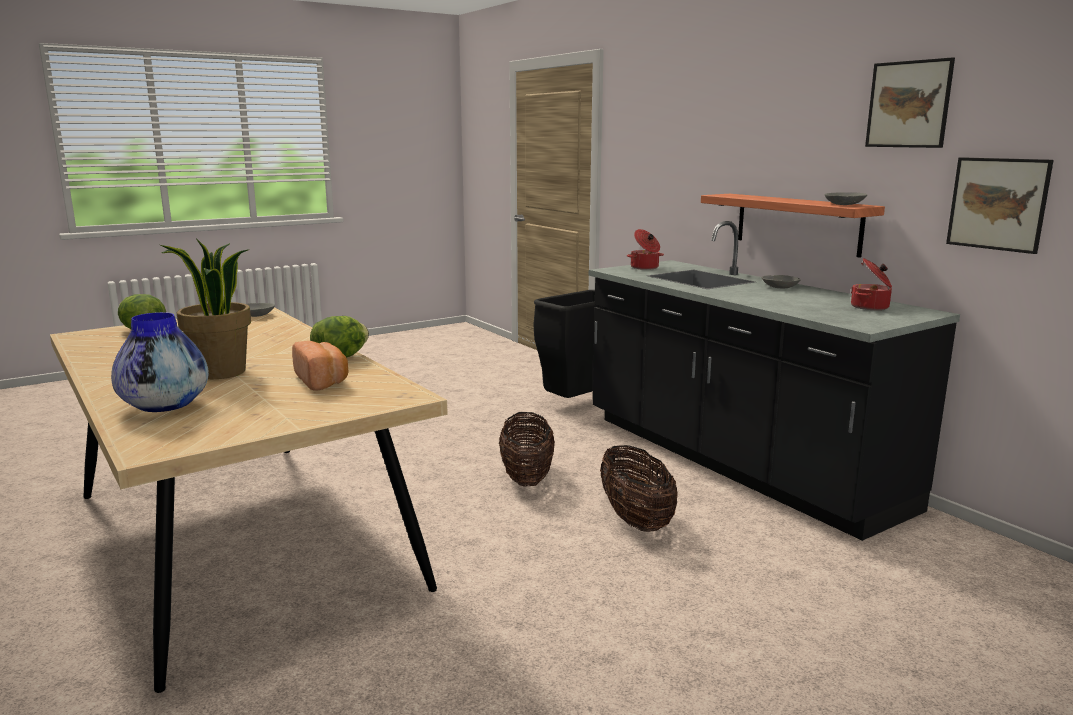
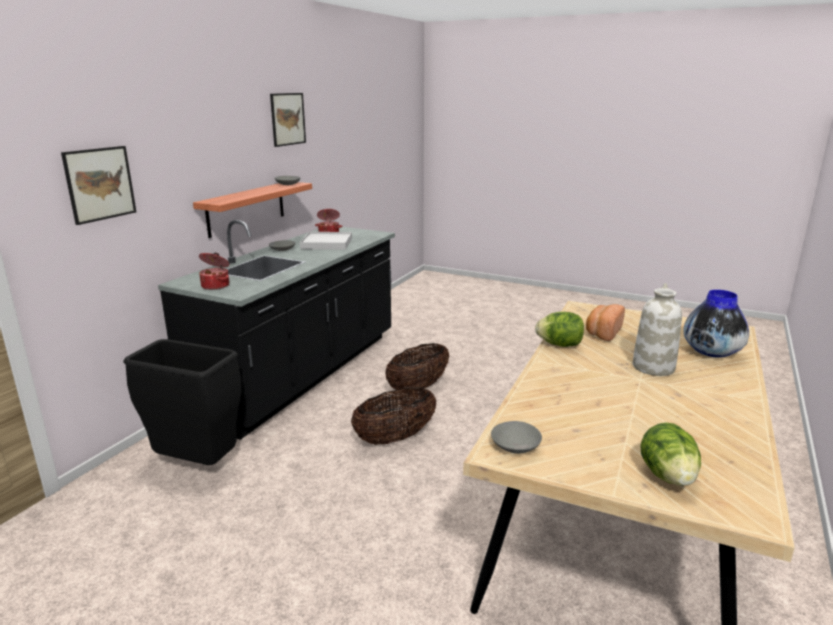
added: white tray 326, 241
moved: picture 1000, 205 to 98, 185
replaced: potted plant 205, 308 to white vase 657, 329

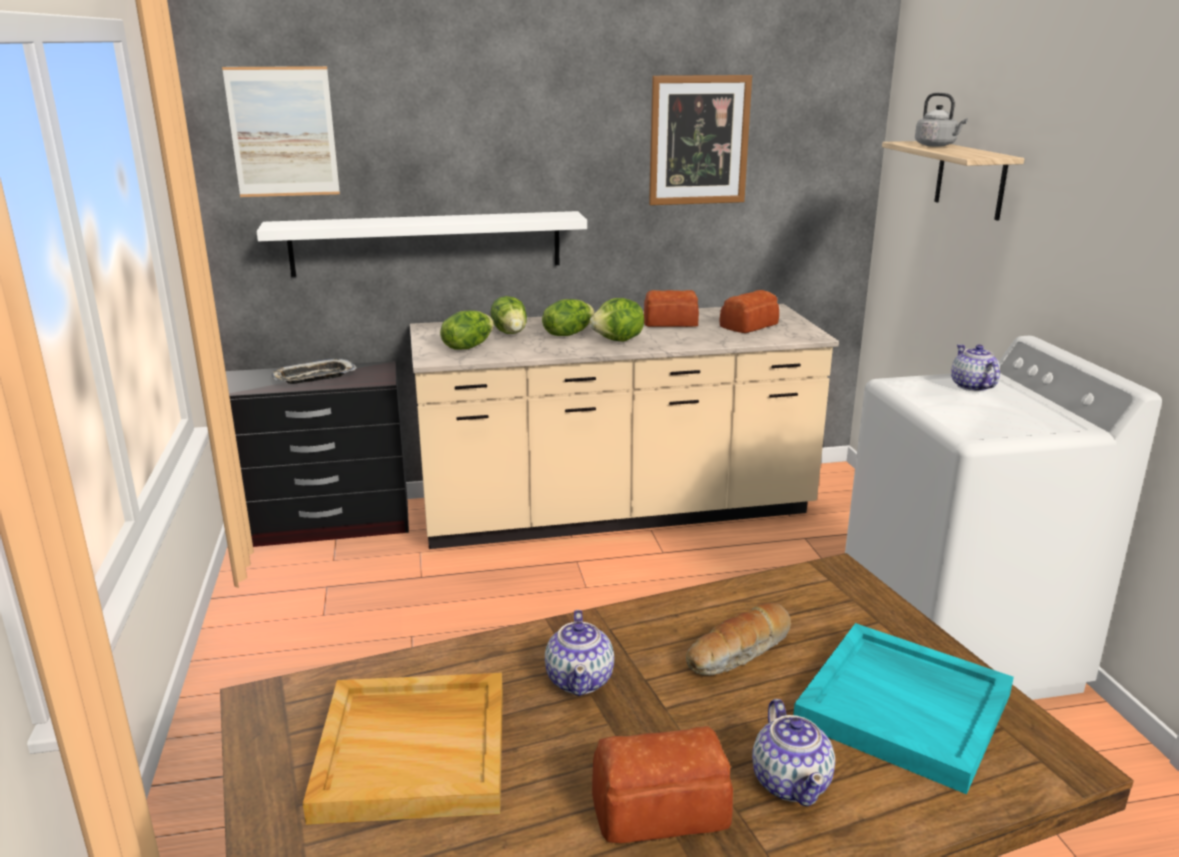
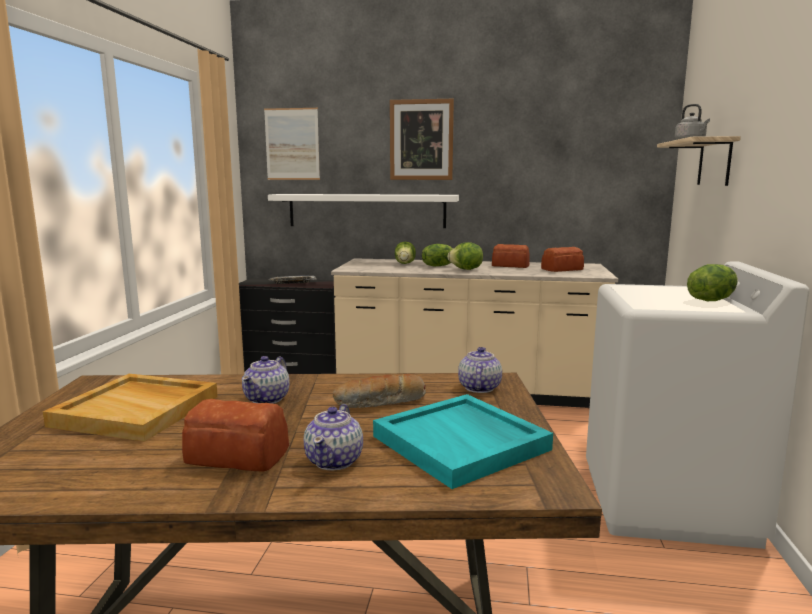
moved: lettuce 467, 330 to 712, 282; picture 700, 140 to 422, 139; teapot 975, 368 to 480, 370

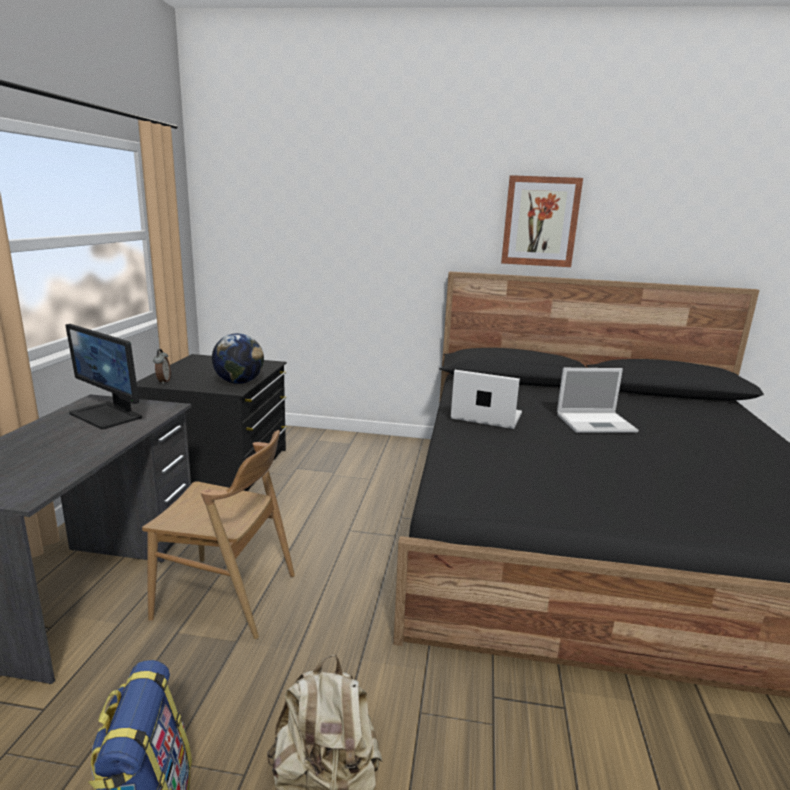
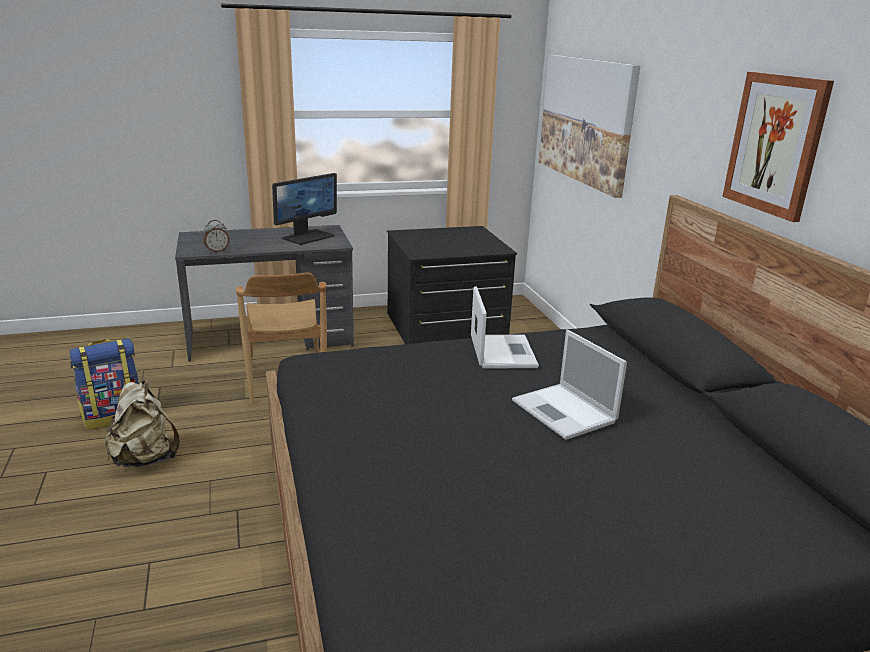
removed: globe 238, 358
added: picture 589, 126
moved: alarm clock 162, 366 to 216, 236
turned: monitor 103, 376 = 304, 209 150 degrees counterclockwise

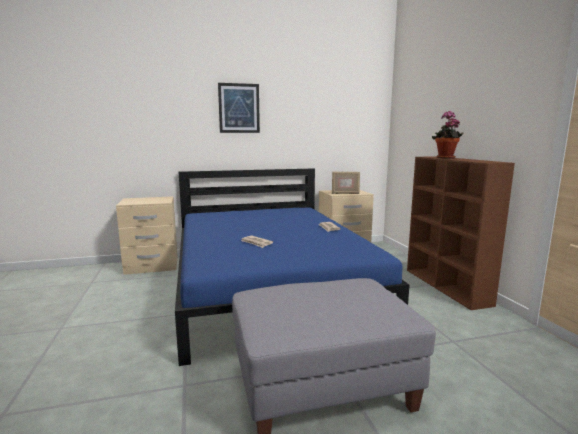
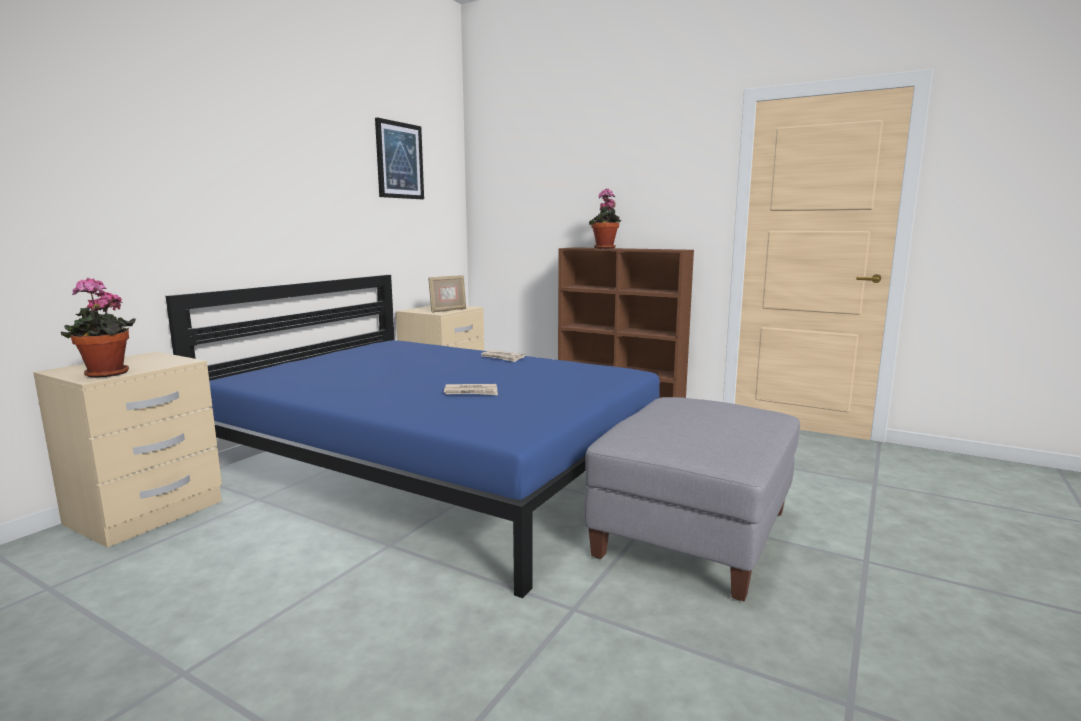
added: potted plant 98, 327
moved: picture 239, 108 to 399, 158

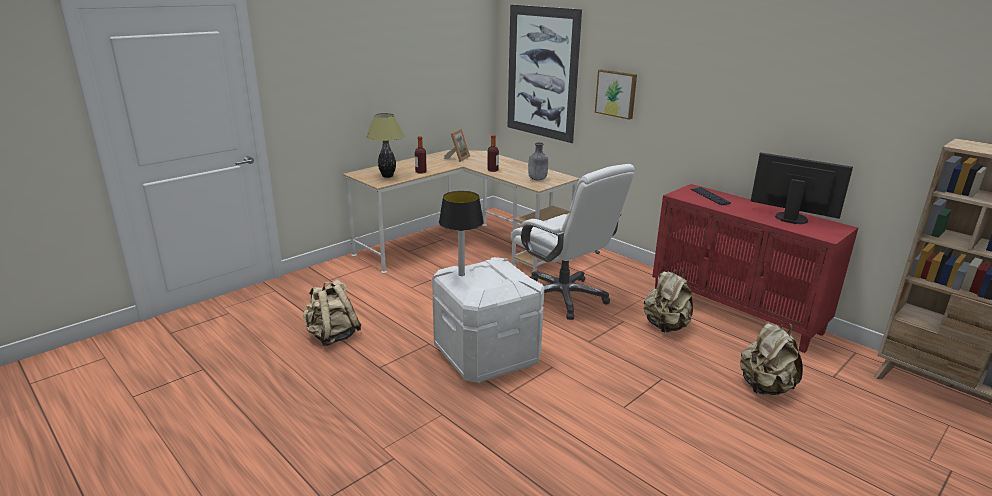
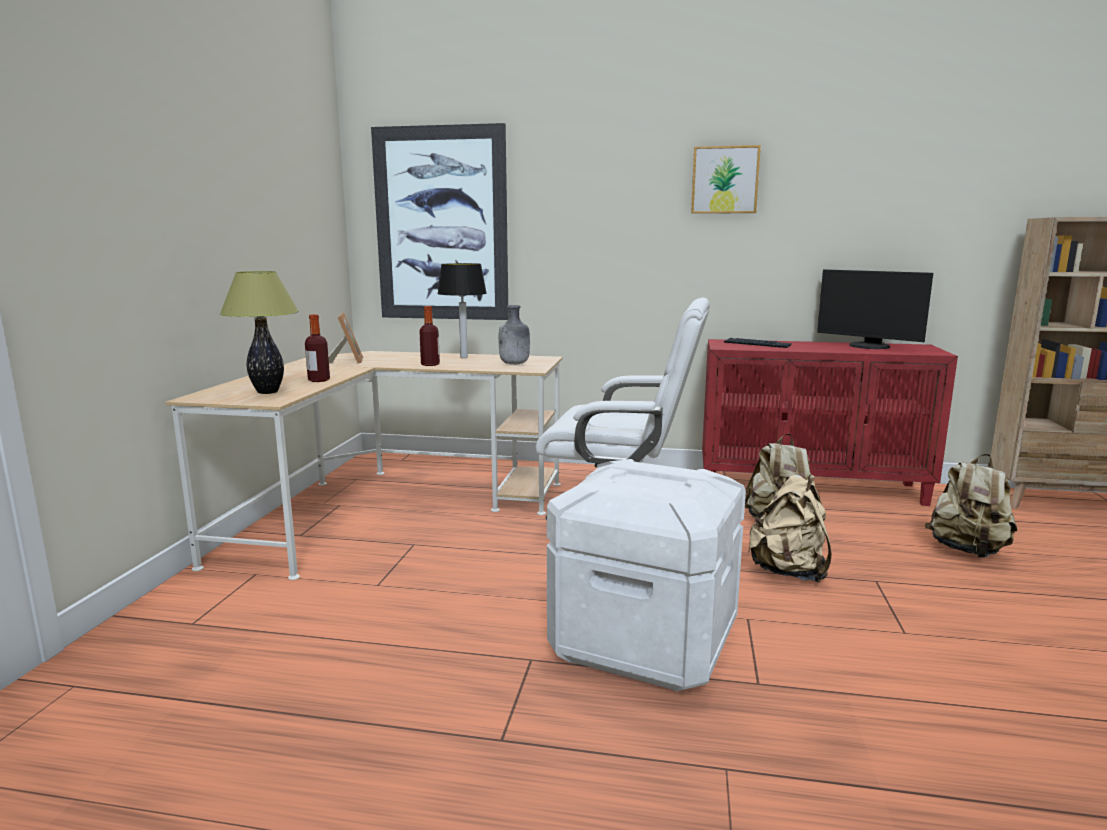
moved: beige backpack 332, 312 to 789, 528; table lamp 461, 233 to 462, 310; picture 616, 94 to 726, 179
turned: monitor 802, 188 = 875, 309 135 degrees counterclockwise

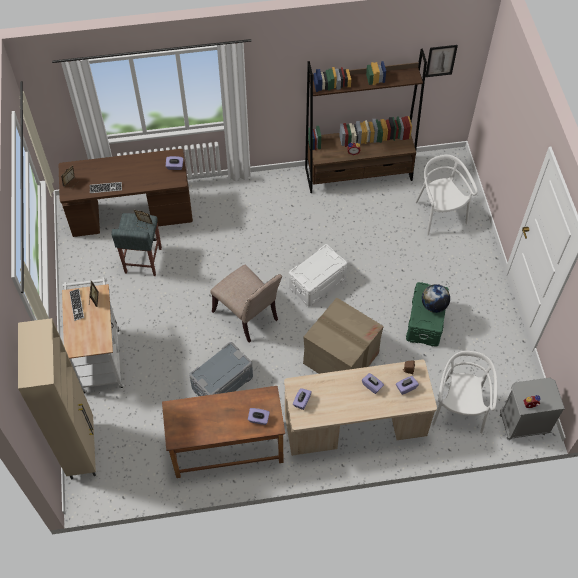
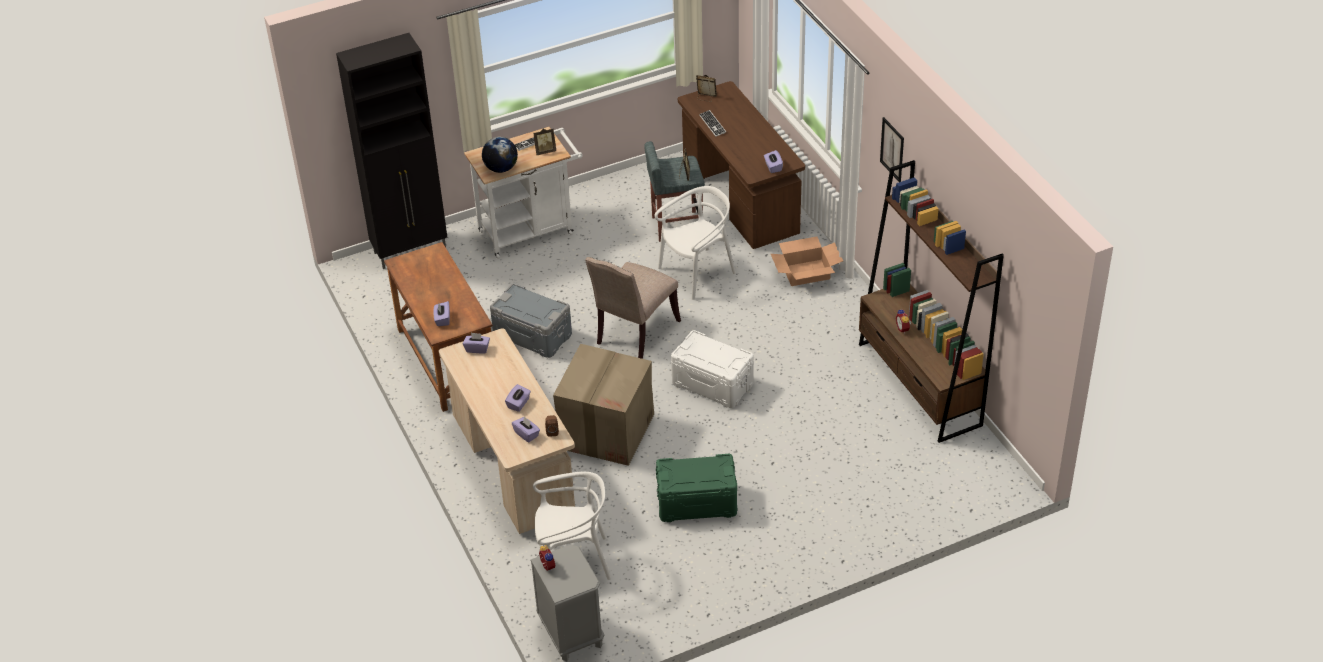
added: cardboard box 807, 261
moved: white chair 446, 194 to 695, 243; globe 436, 298 to 500, 155; picture 441, 61 to 892, 149
recoloured: beige cabinet 57, 399 to black cabinet 392, 151

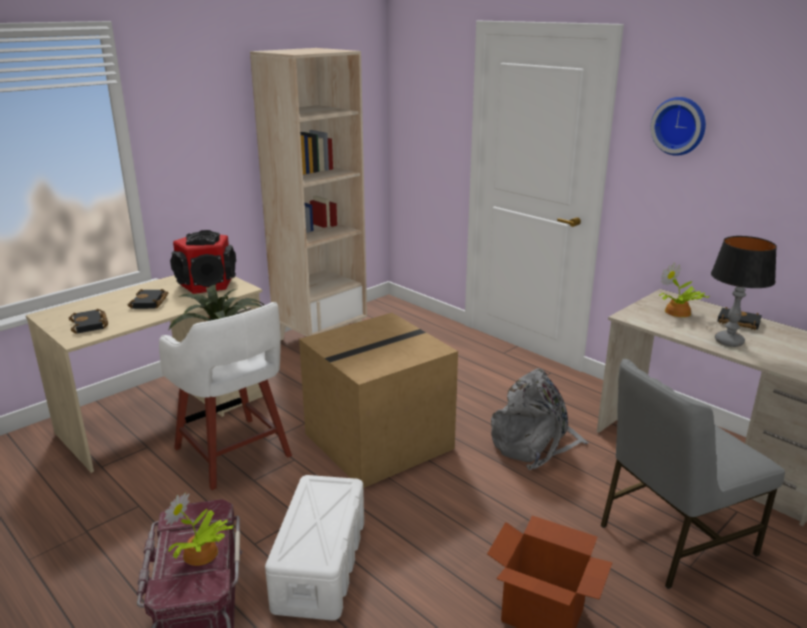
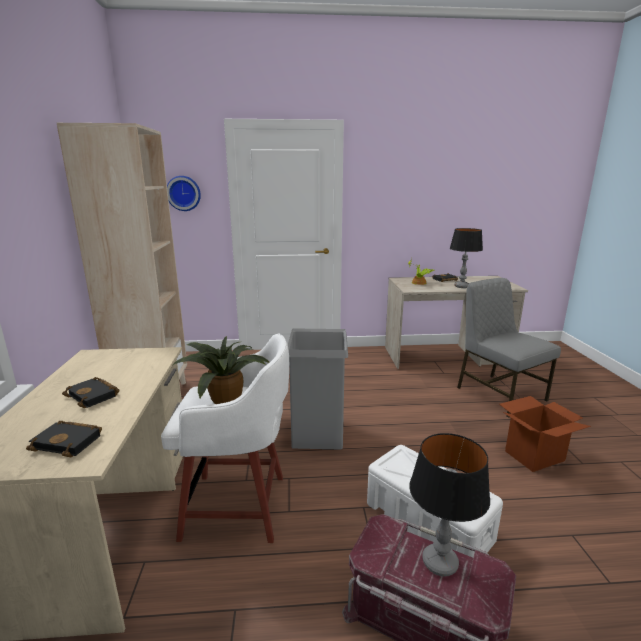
removed: speaker 203, 262; grey backpack 540, 419
moved: wall clock 678, 126 to 184, 193
replaced: potted plant 199, 529 to table lamp 449, 505; cardboard box 378, 400 to grey trash can 318, 389
turned: grey chair 692, 474 = 509, 348 135 degrees clockwise

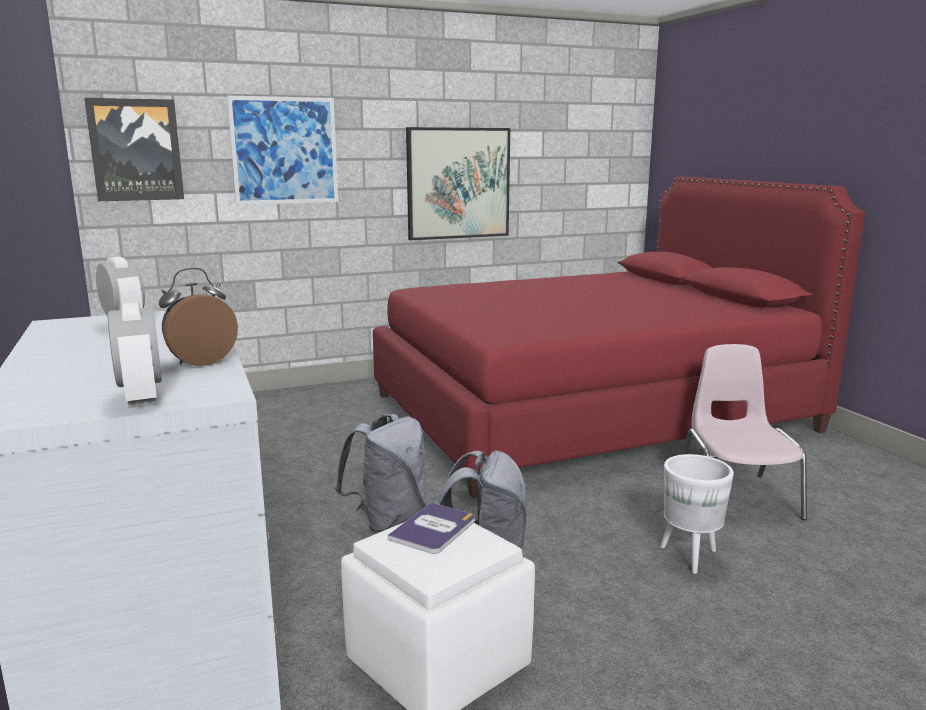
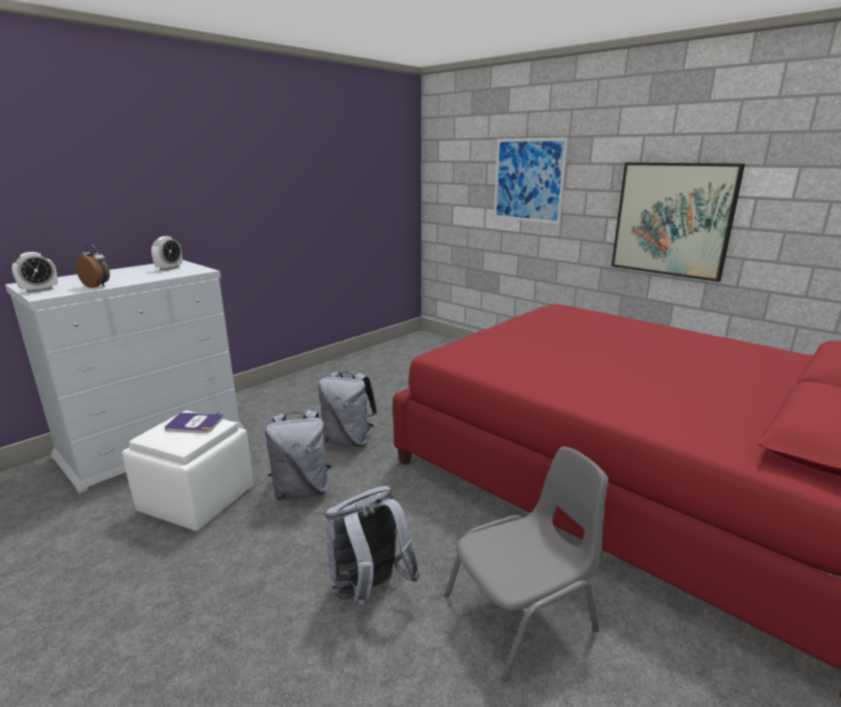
removed: picture 134, 149
replaced: white planter 697, 514 to grey backpack 372, 548
recoloured: pink chair 745, 432 to grey chair 526, 564

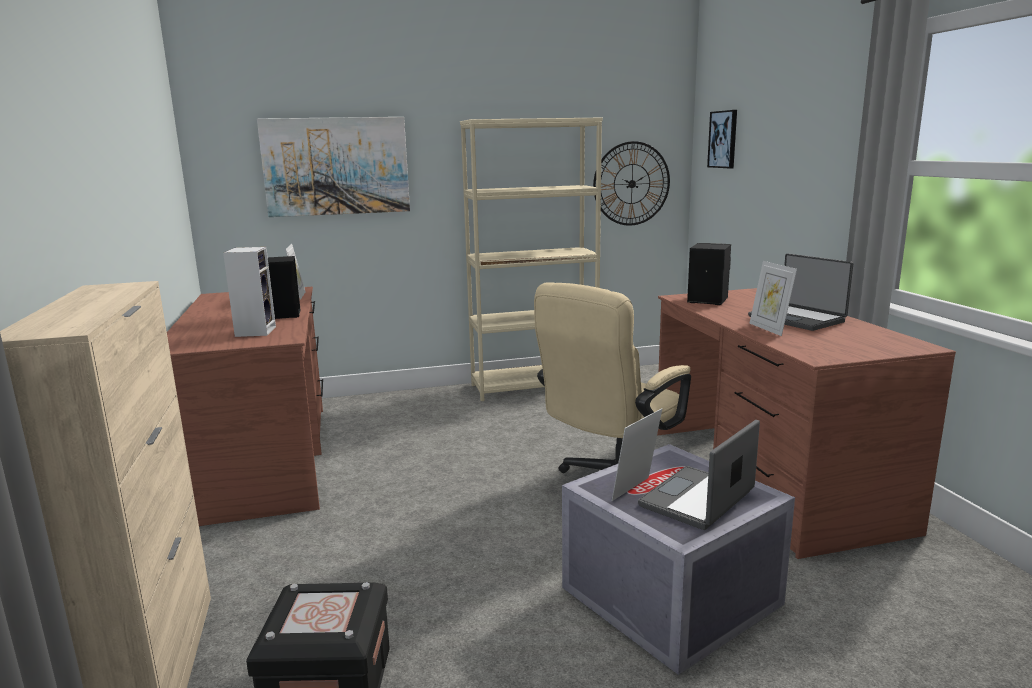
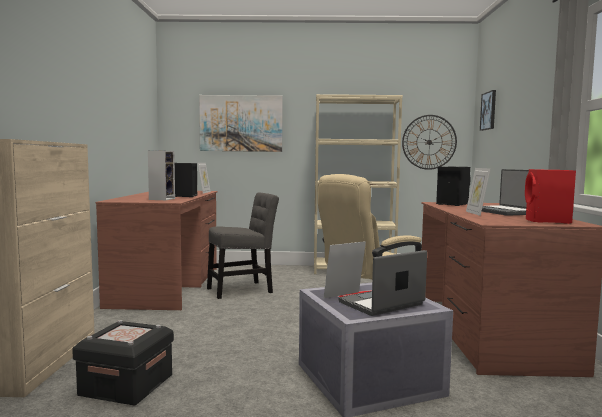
added: grey chair 243, 245; red speaker 550, 196

